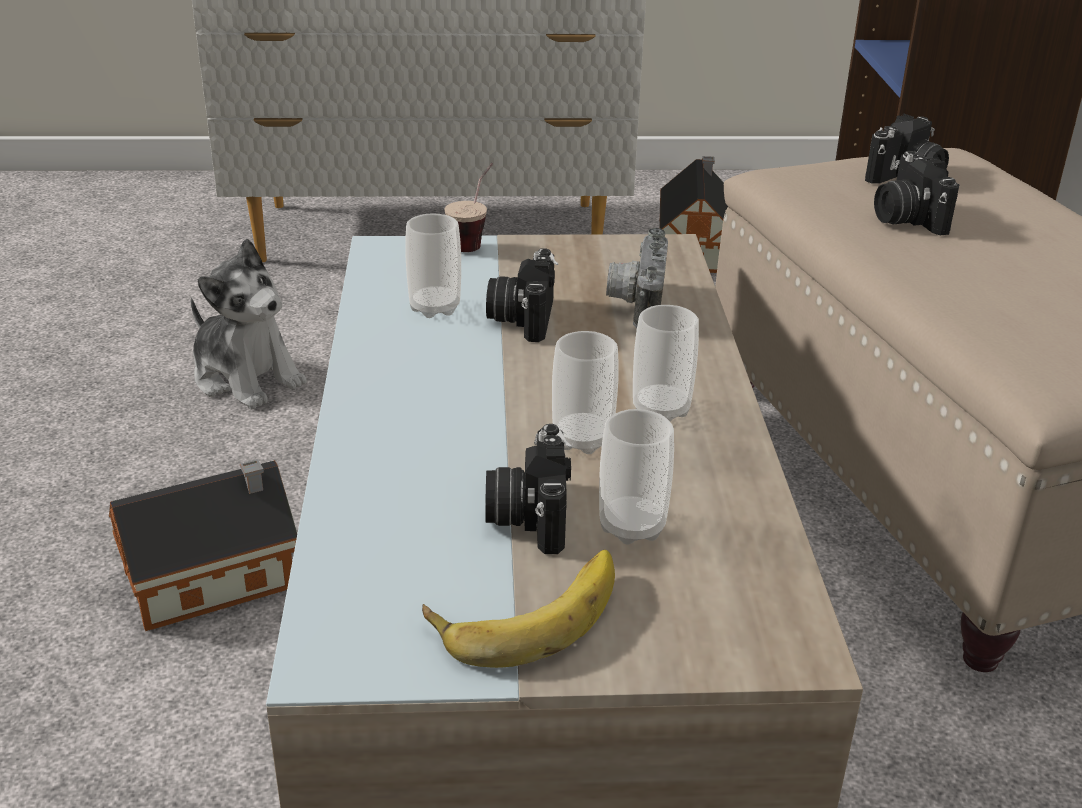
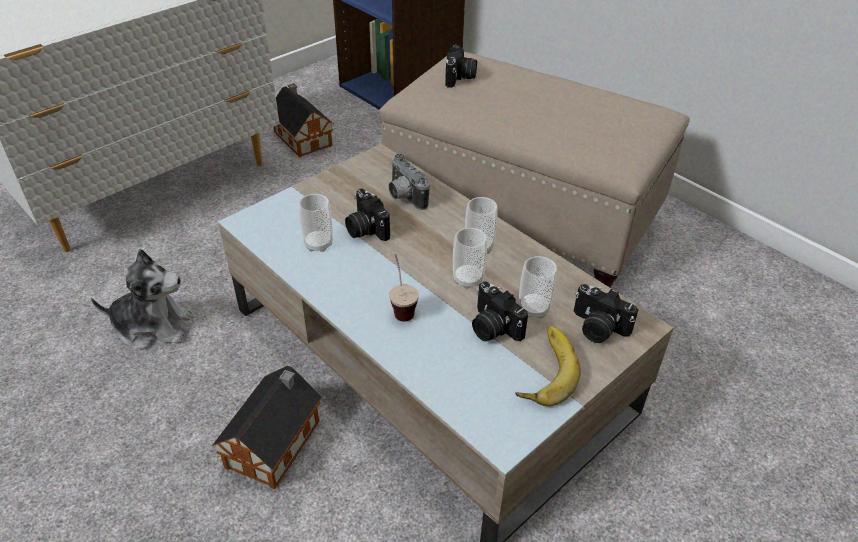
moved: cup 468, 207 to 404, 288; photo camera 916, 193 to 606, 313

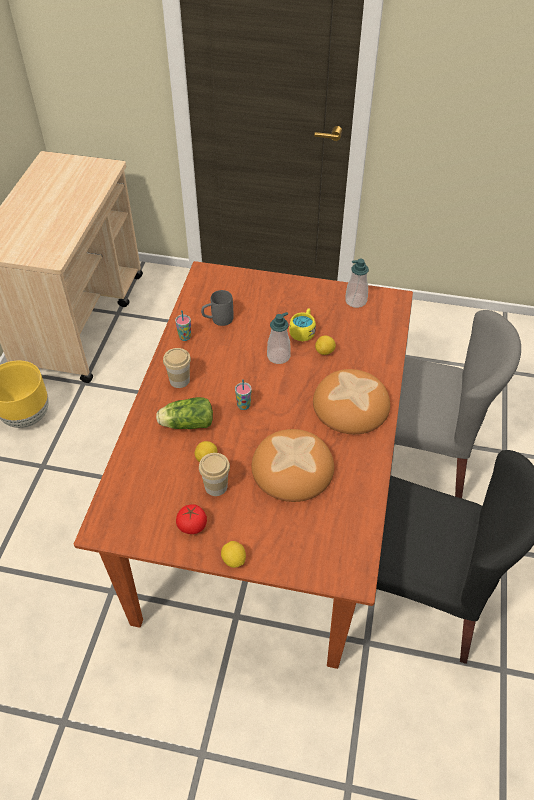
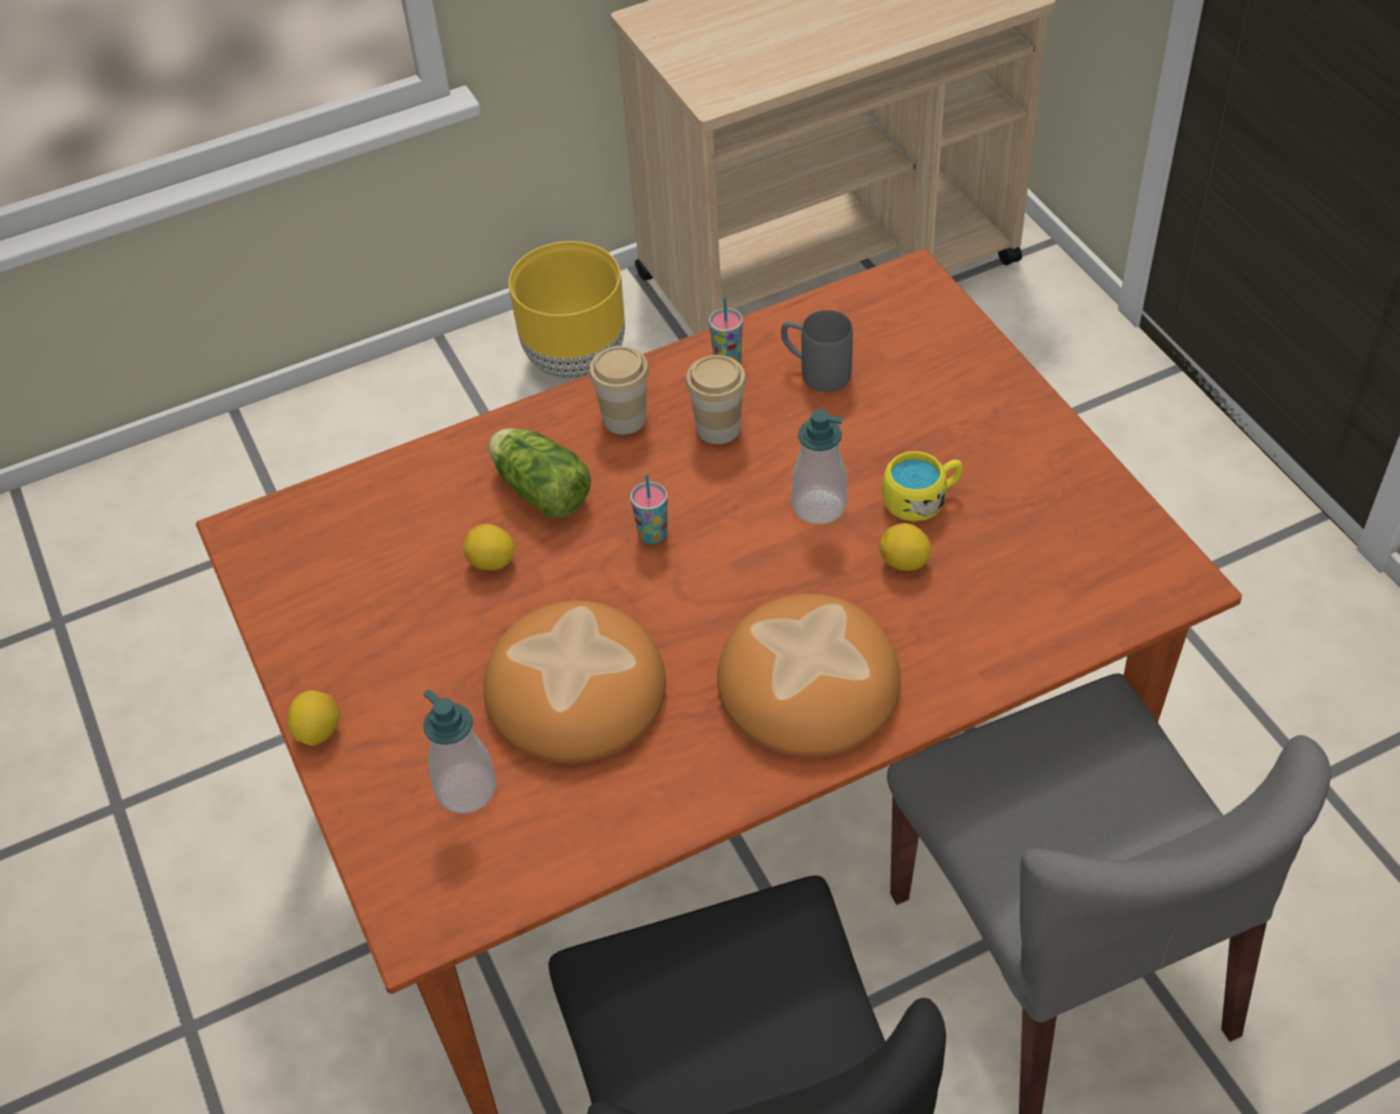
removed: tomato 191, 519
moved: cup 214, 474 to 716, 399; soap dispenser 357, 283 to 460, 751

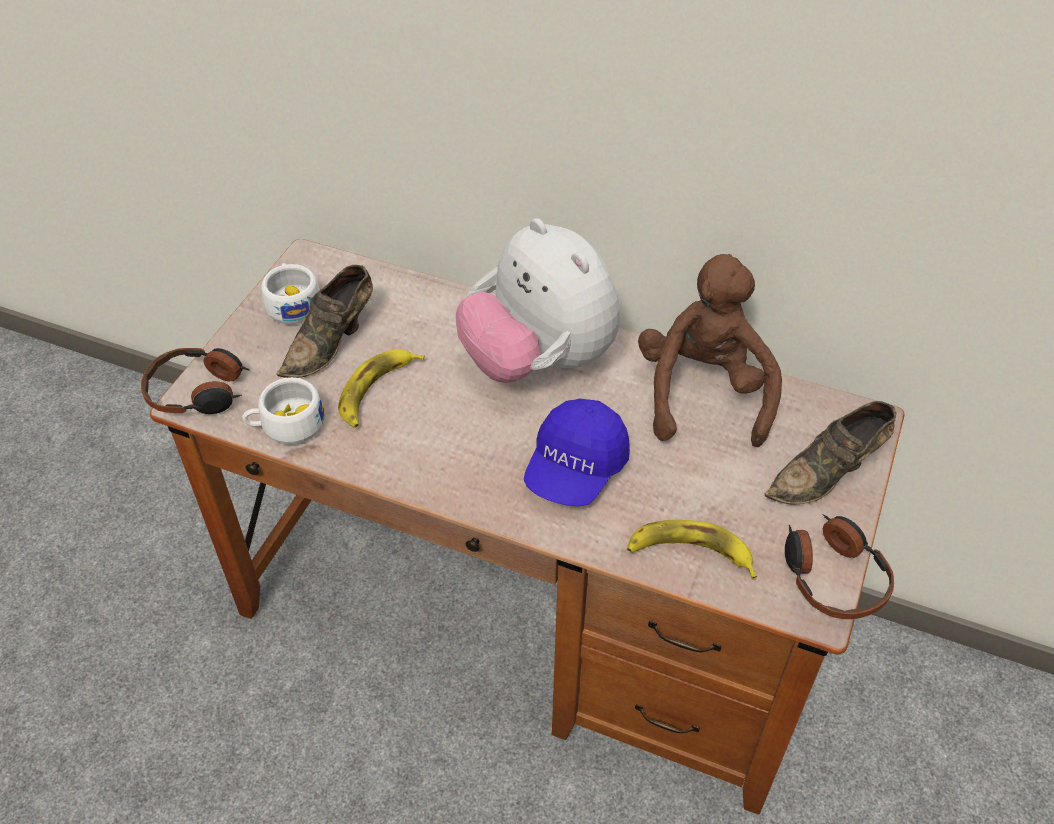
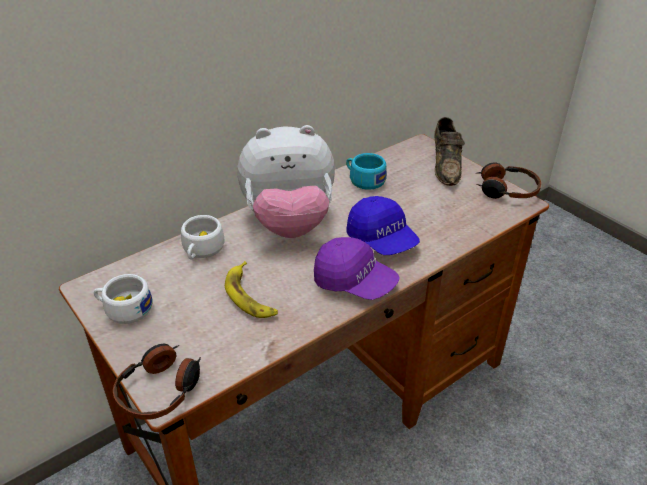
removed: brown shoe 324, 321; banana 692, 549
added: purple cap 357, 268
moved: white cup 283, 411 to 202, 237
replaced: brown plush toy 710, 350 to turquoise cup 366, 171

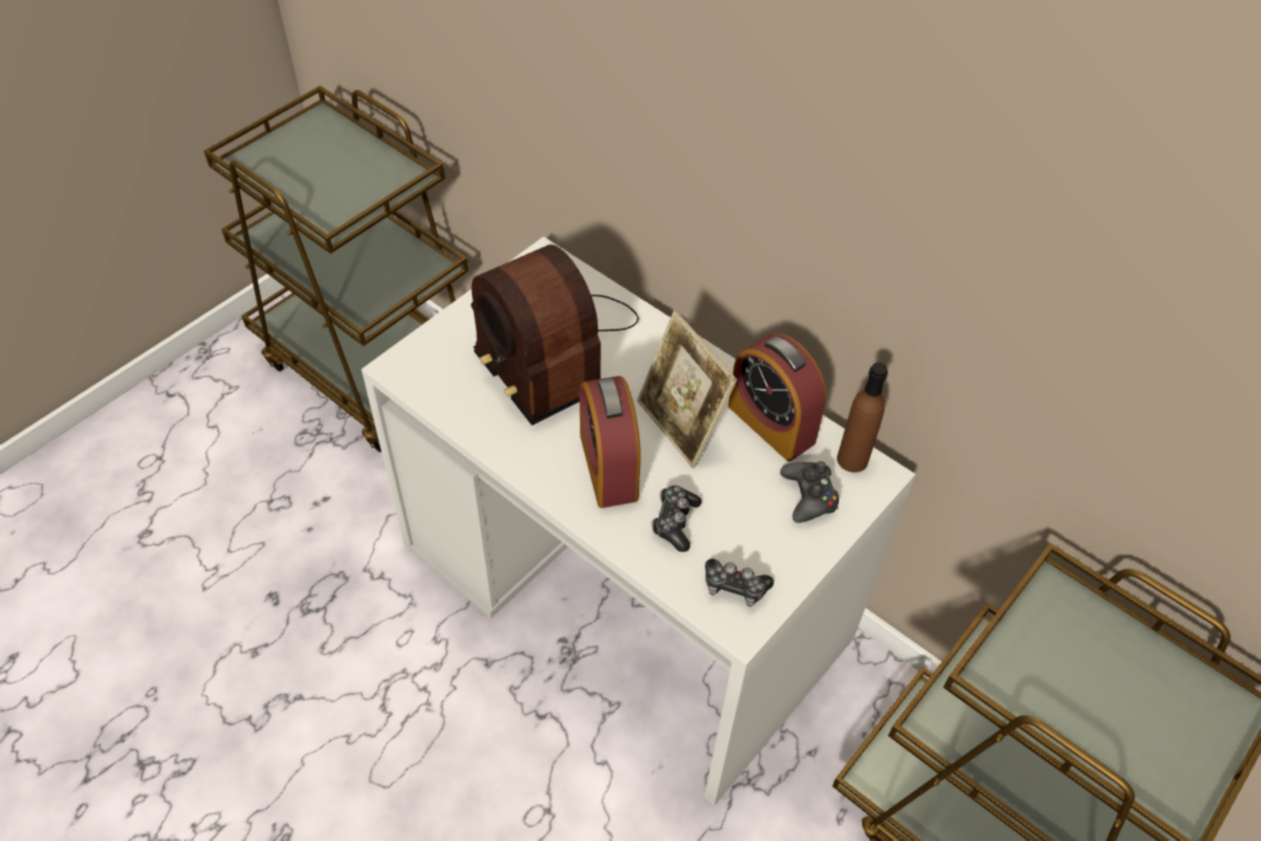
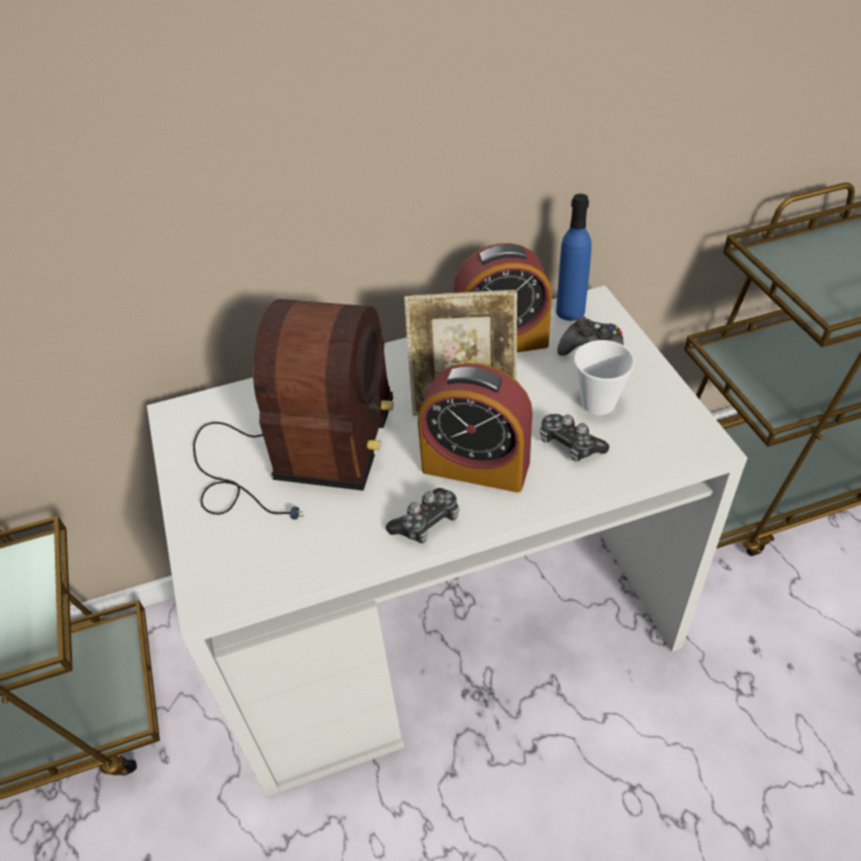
added: cup 604, 377
moved: game controller 739, 583 to 422, 516
recoloured: brown bottle 862, 417 to blue bottle 574, 257
turned: radio 555, 335 = 293, 409 75 degrees counterclockwise

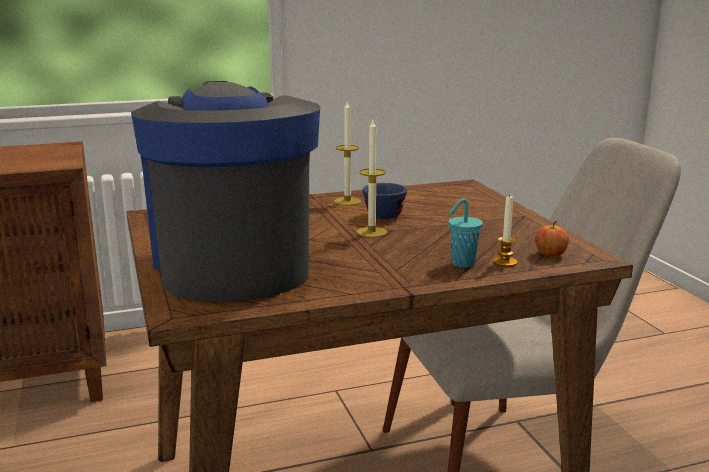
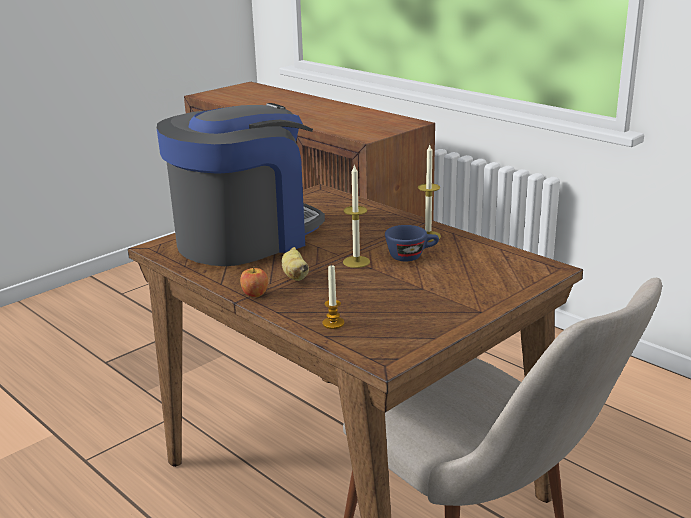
removed: turquoise cup 465, 233
added: banana 295, 264
moved: apple 552, 238 to 254, 281

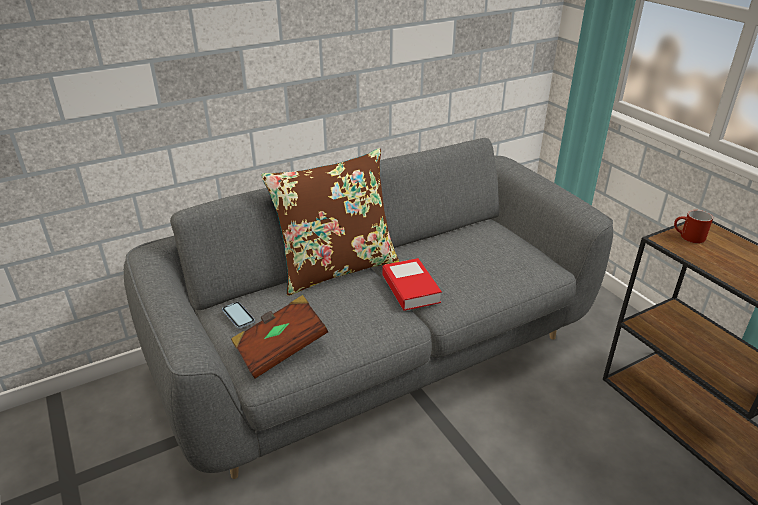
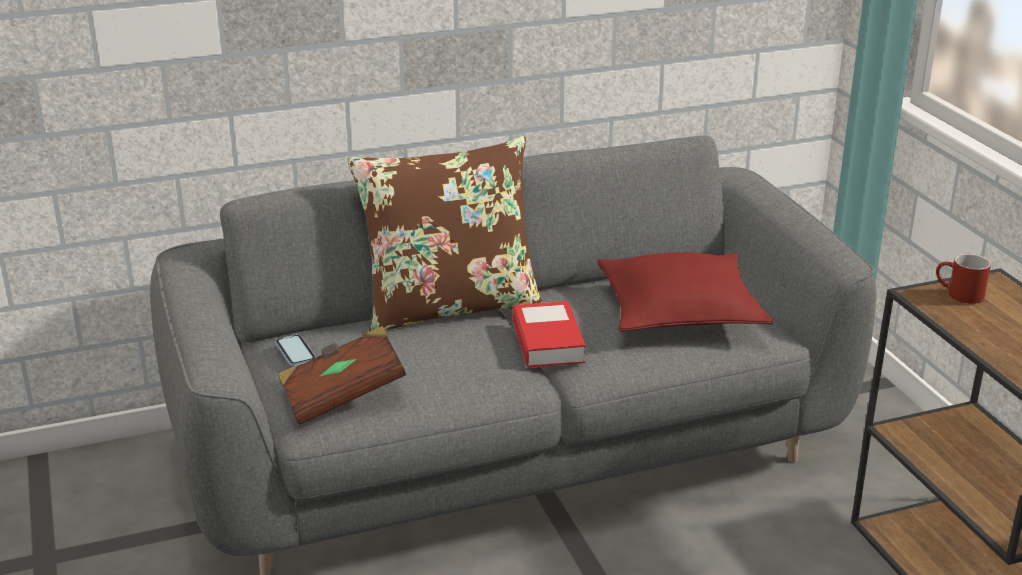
added: red pillow 685, 292

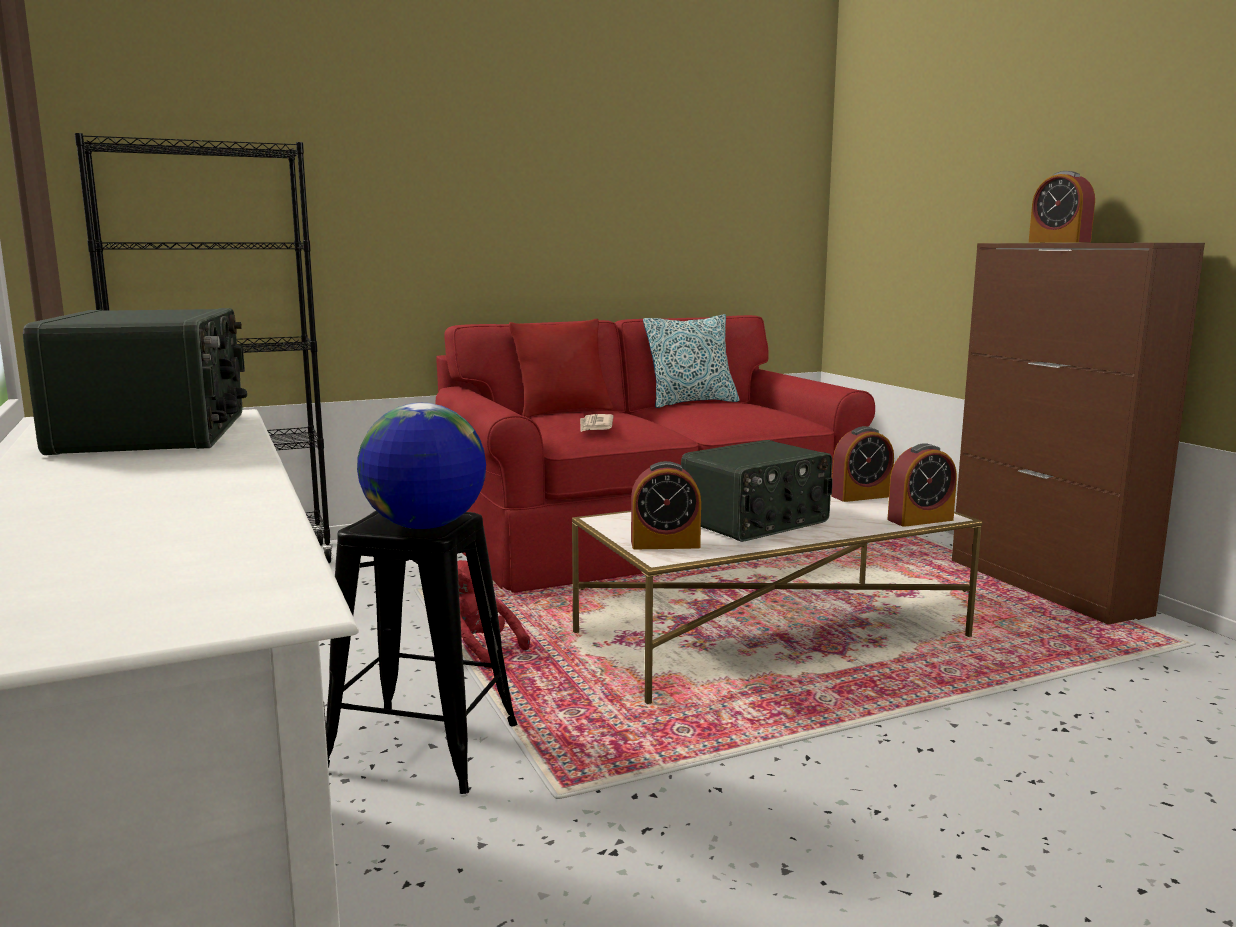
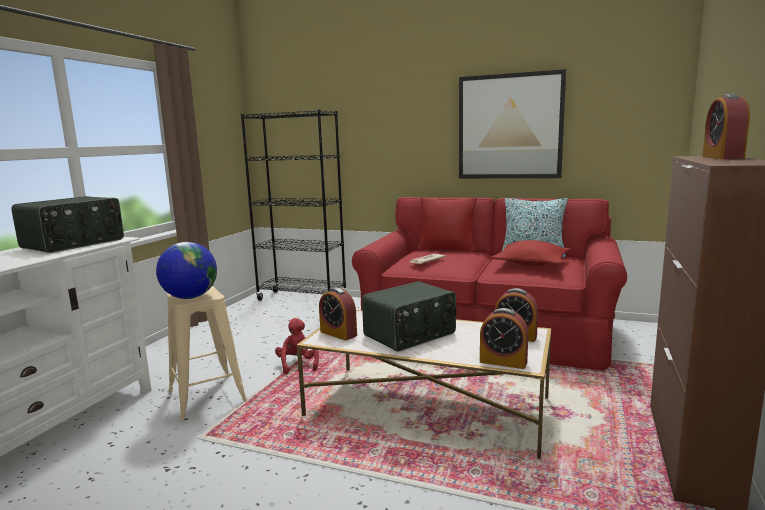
added: picture 512, 123; red pillow 530, 253
recoloured: black stool 421, 652 to beige stool 207, 353
turned: radio 757, 491 = 409, 316 45 degrees counterclockwise

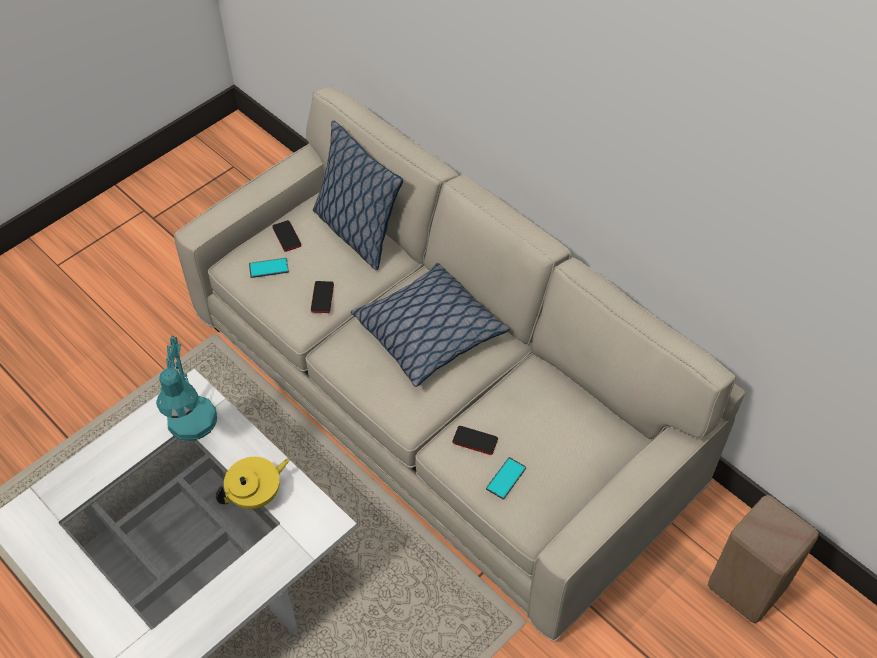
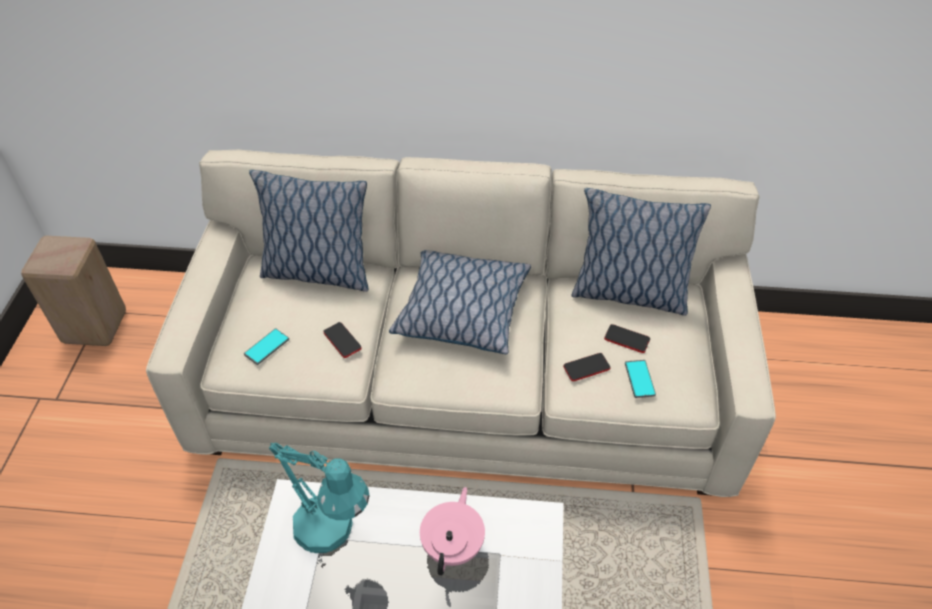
added: pillow 641, 252
moved: phone 286, 236 to 627, 338; beige stool 763, 559 to 73, 291
recoloured: yellow teapot 253, 483 to pink teapot 452, 531

